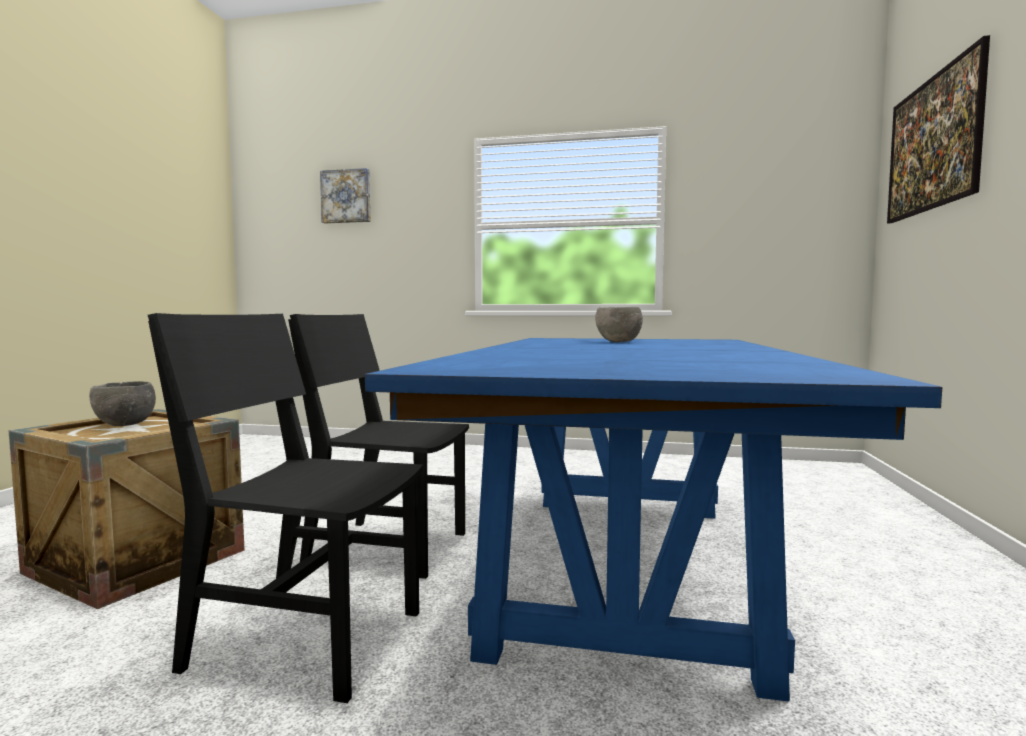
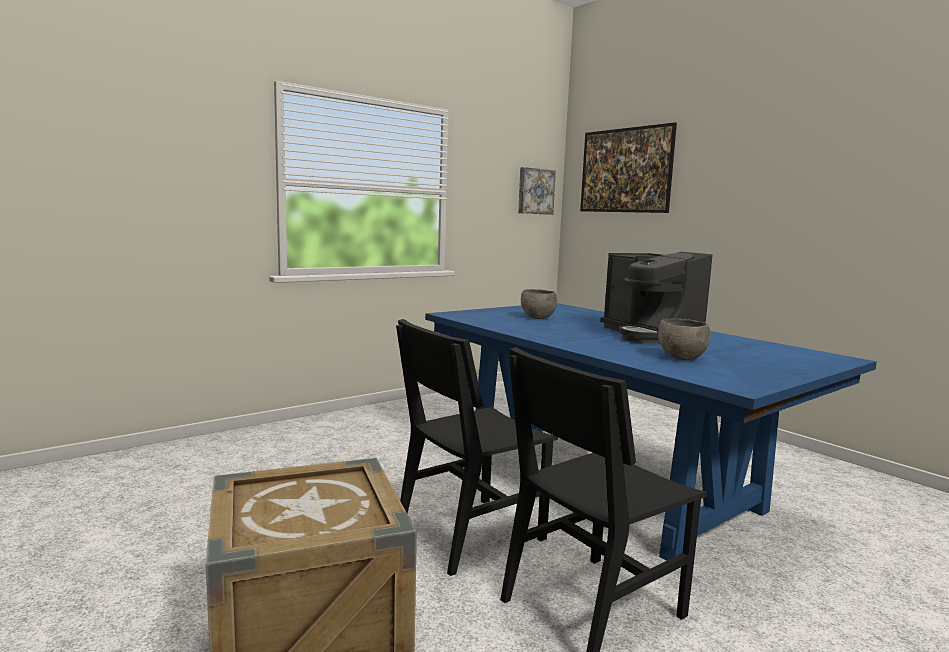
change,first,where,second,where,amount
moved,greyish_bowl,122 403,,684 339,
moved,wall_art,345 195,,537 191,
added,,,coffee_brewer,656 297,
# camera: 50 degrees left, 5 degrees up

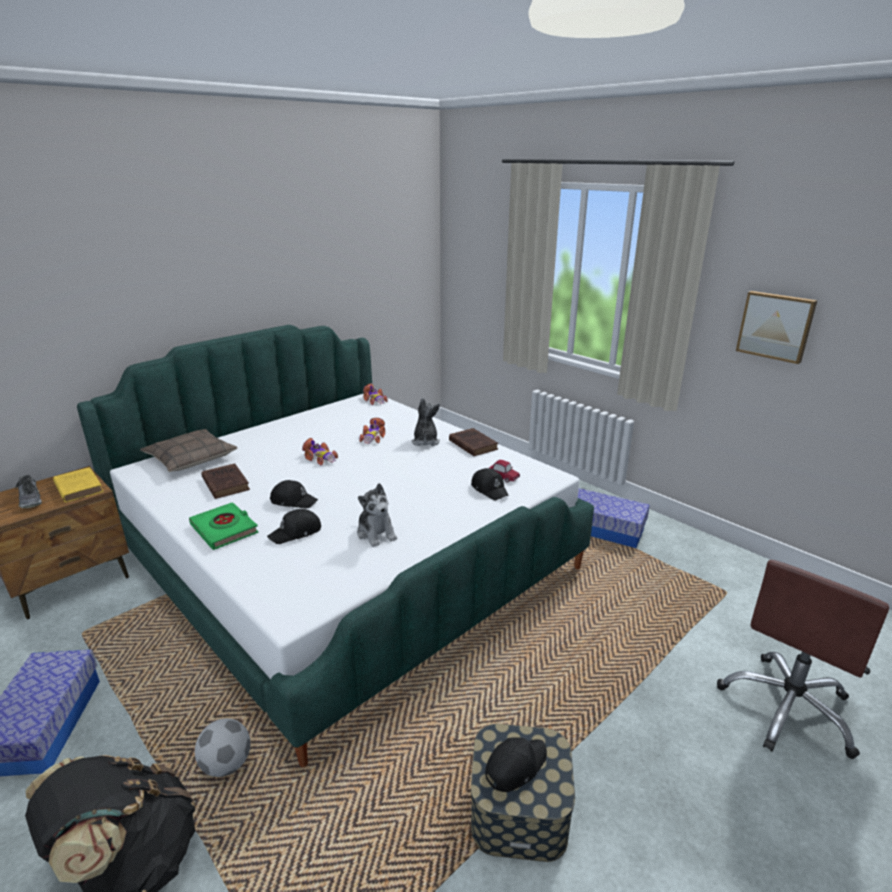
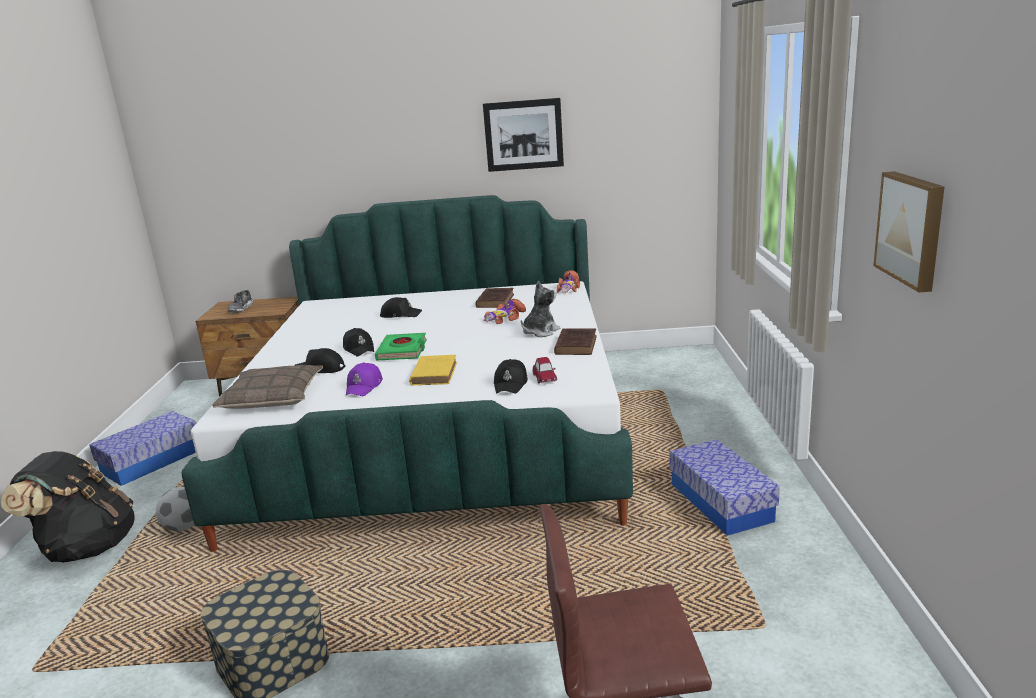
change,first,where,second,where,amount
moved,yellow-coloured_bound_book,78 485,,433 370,
moved,throw_pillow,189 450,,267 387,
moved,greenish_bound_book,224 526,,401 346,
moved,brown-coloured_bound_book,225 481,,494 298,
removed,model_car,320 451,,,
replaced,plush_toy,377 515,purplish_baseball_cap,364 379,
moved,black_baseball_cap,516 764,,401 307,
added,,,wall_art,523 135,
# camera: 45 degrees right, 5 degrees down

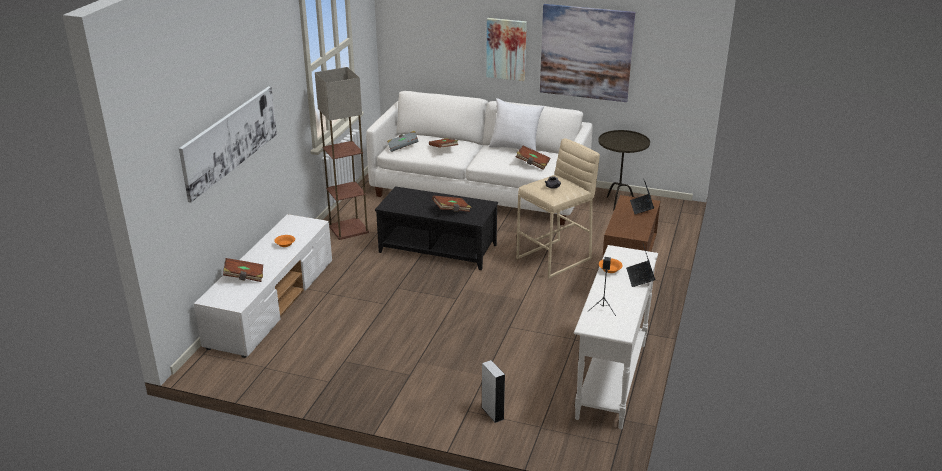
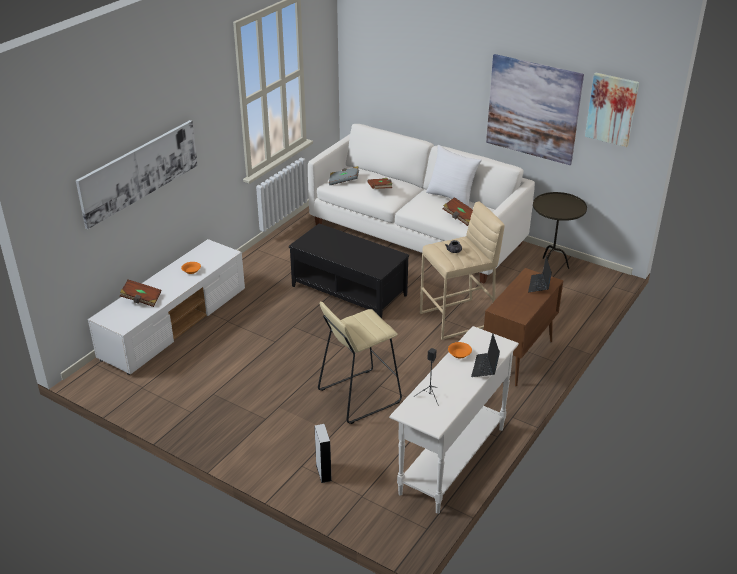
change,first,where,second,where,amount
removed,standing_lamp,342 153,,,
removed,brown-coloured_bound_book,452 204,,,
moved,wall_art,506 49,,612 109,
added,,,beige_sitting_stool,360 363,
# camera: 15 degrees right, 5 degrees up

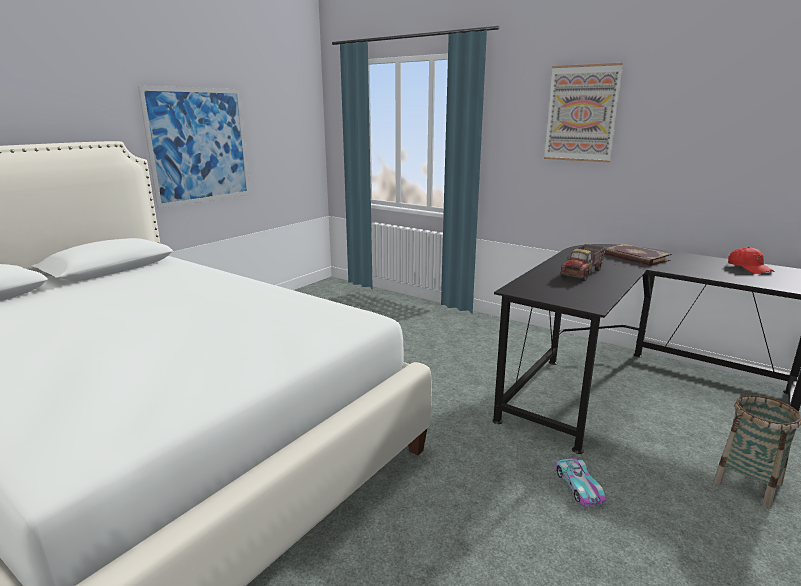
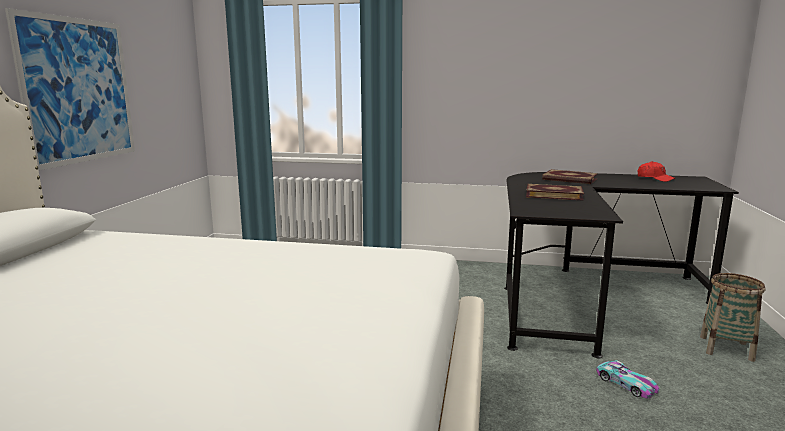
change,first,where,second,where,amount
removed,wall_art,584 112,,,
replaced,model_truck,583 262,bound_book,555 192,
# camera: 25 degrees left, 5 degrees down

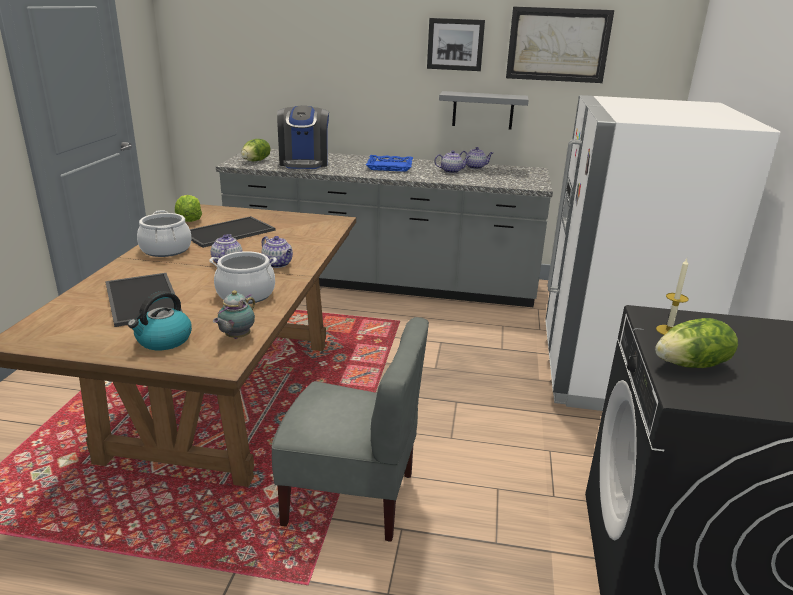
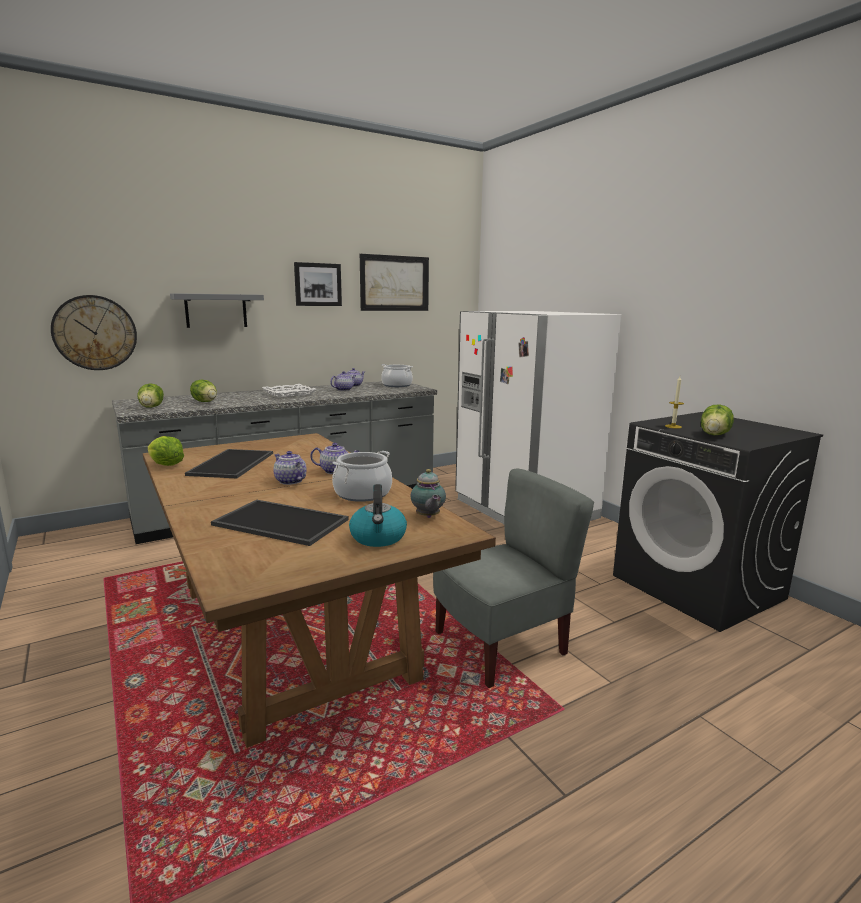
change,first,where,second,where,amount
moved,cooking_pot,164 233,,397 375,
replaced,coffee_brewer,303 137,head_of_lettuce,203 391,
recoloured,blue_carrying_tray,389 163,whitish_carrying_tray,289 391,
moved,greyish_wall_shelf,484 110,,217 310,
added,,,hanging_clock,94 332,
# camera: 40 degrees left, 10 degrees down

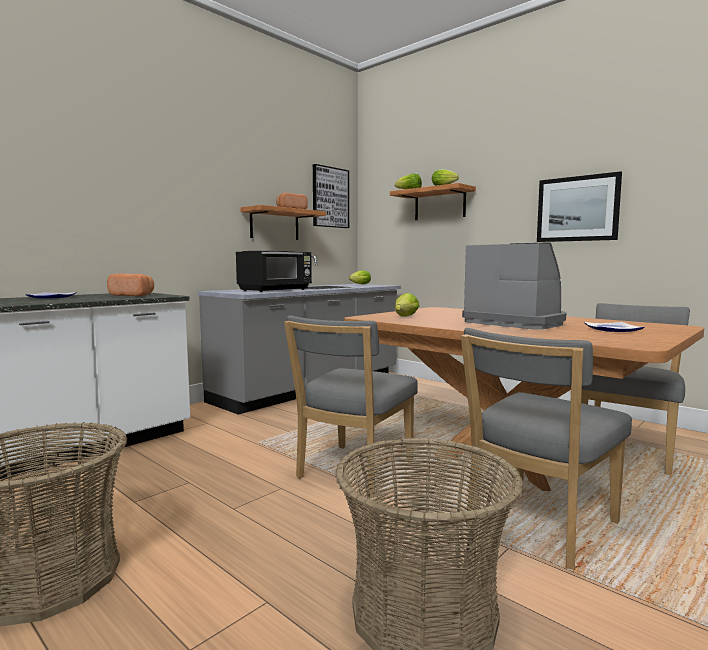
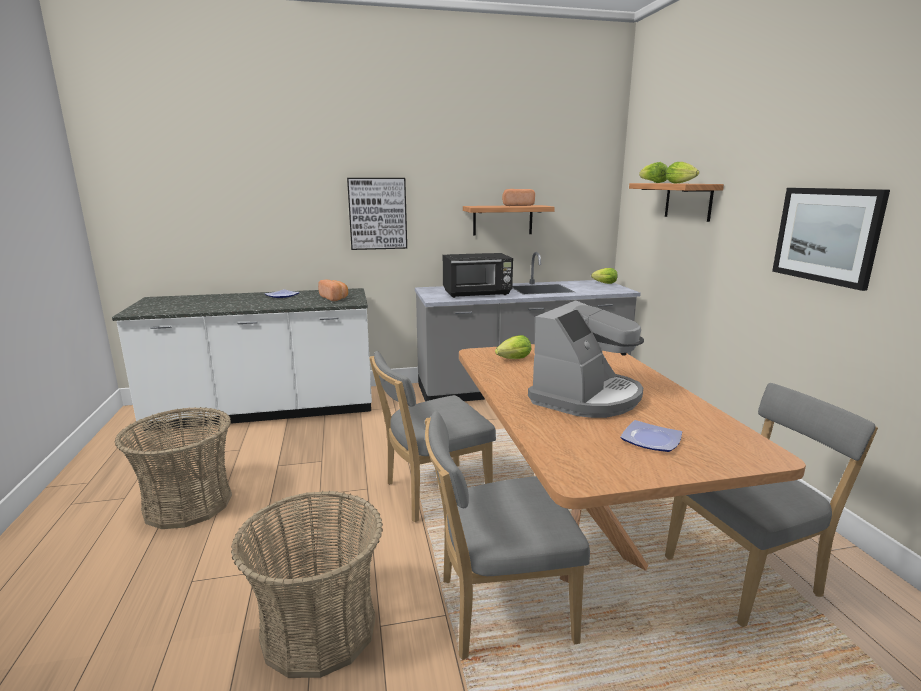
change,first,where,second,where,amount
moved,wall_art,331 196,,377 214,
turned,coffee_brewer,514 286,,586 359,45 degrees clockwise
# camera: 35 degrees right, 10 degrees up

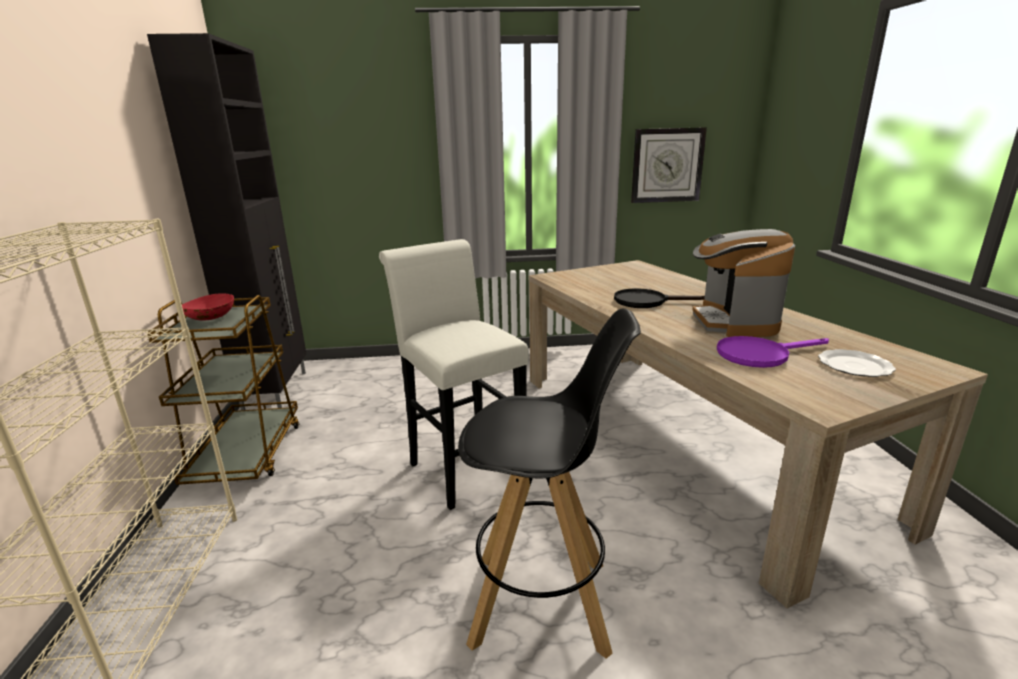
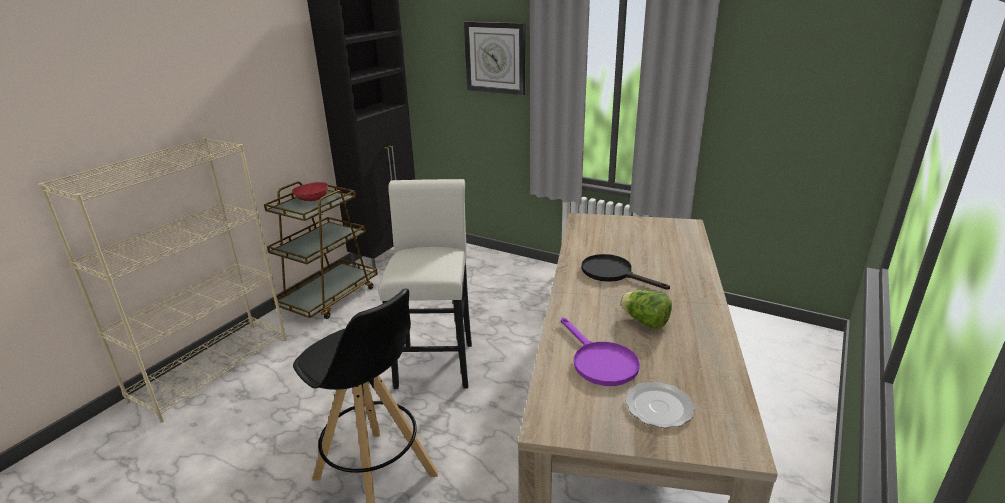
change,first,where,second,where,amount
moved,hanging_clock,669 165,,494 58,
replaced,coffee_brewer,743 283,head_of_lettuce,646 309,
turned,purplish_skillet,773 352,,600 351,135 degrees counterclockwise
# camera: 35 degrees right, 5 degrees up

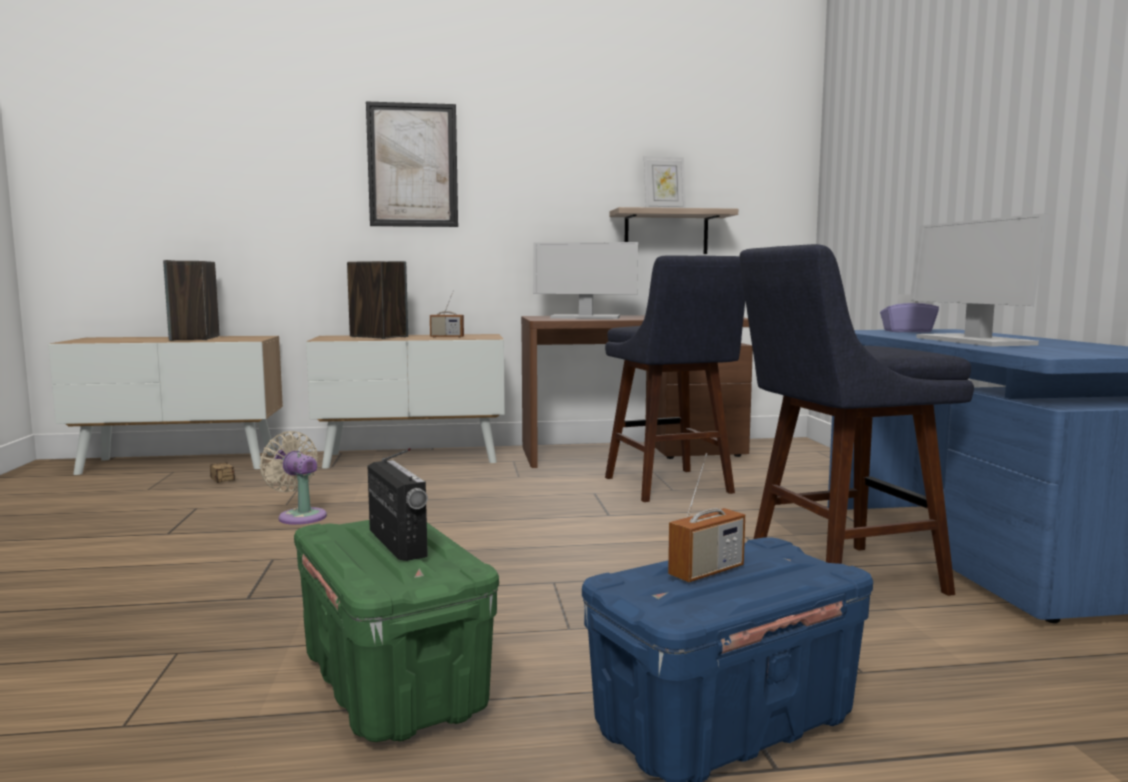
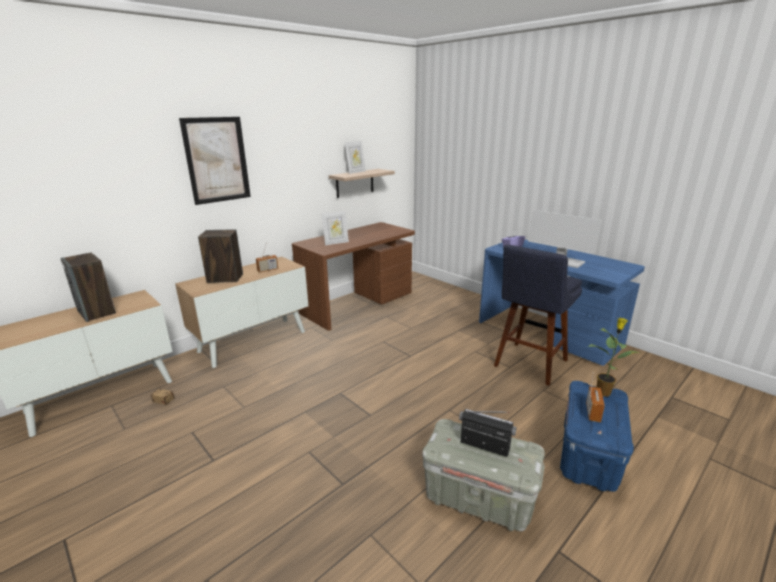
change,first,where,second,where,amount
removed,beige_fan,293 478,,,
recoloured,greenish_storage_bin,396 631,greyish_storage_bin,483 475,
replaced,computer_display,585 280,photo_frame,335 228,
removed,blue_sitting_stool,675 378,,,
added,,,houseplant,613 357,
# camera: 35 degrees left, 15 degrees up

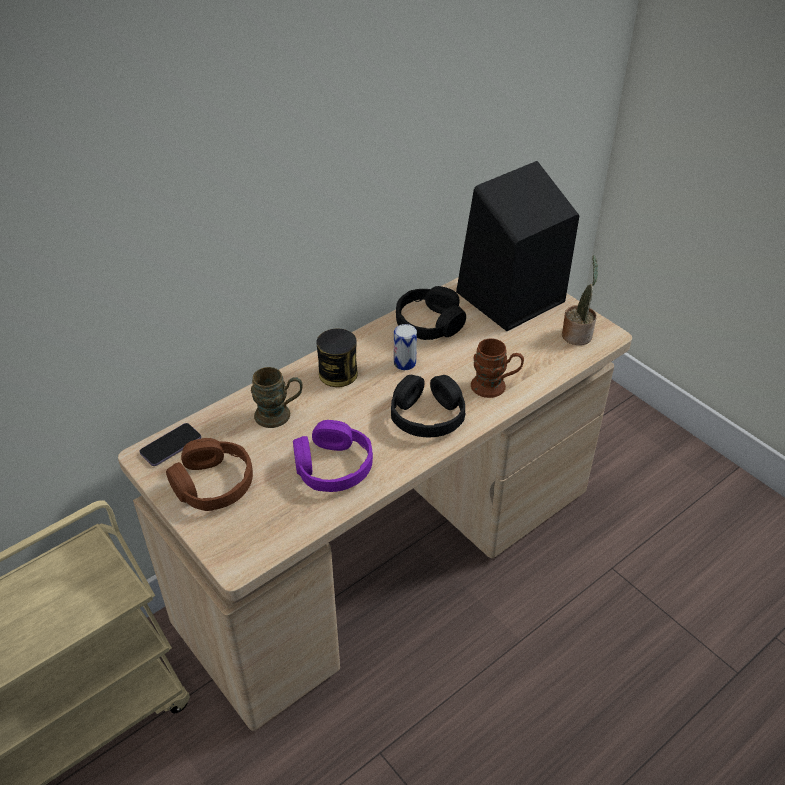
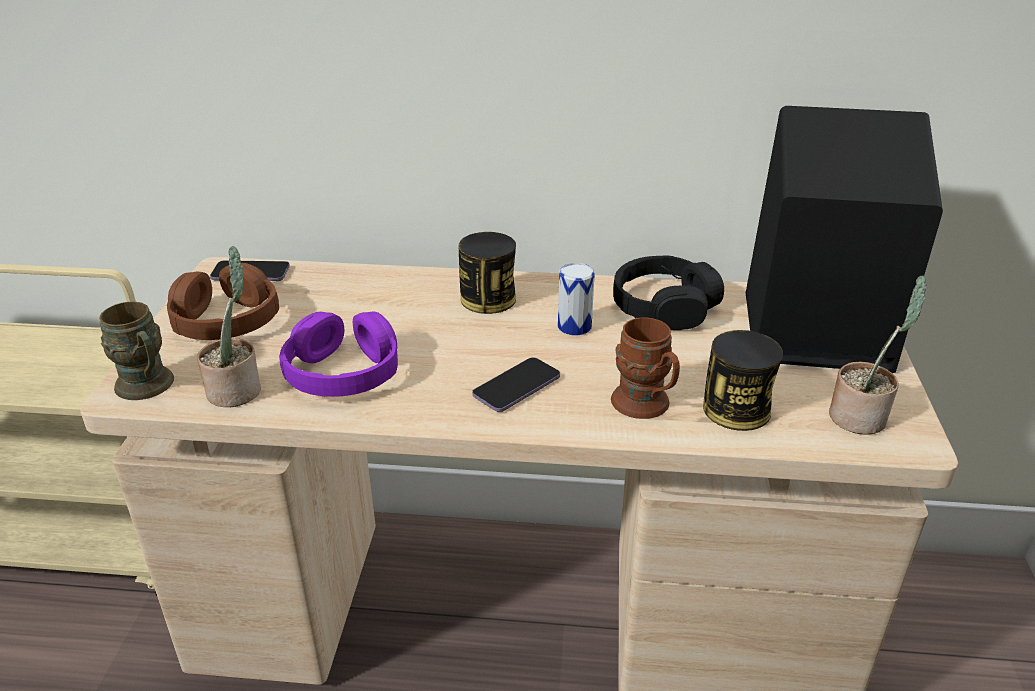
change,first,where,second,where,amount
moved,brown-coloured_mug,276 397,,136 351,
replaced,black_headset,428 406,phone,516 384,
added,,,houseplant,229 326,
added,,,sealed_can,743 380,
# camera: 45 degrees right, 10 degrees down

